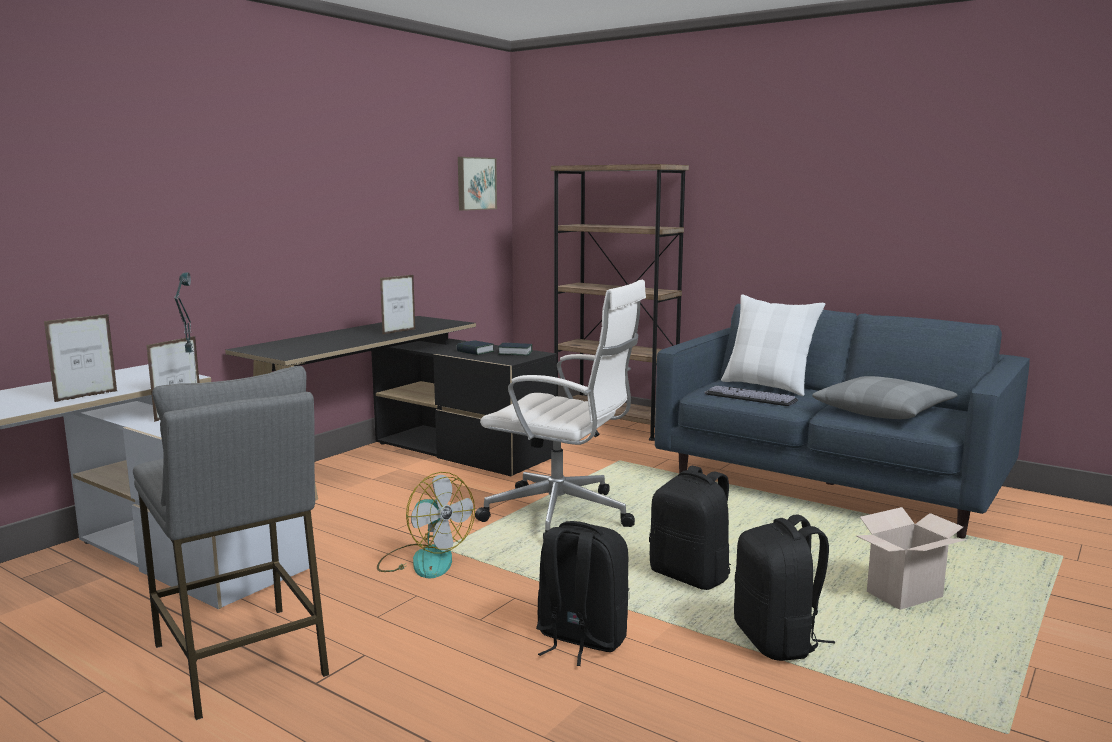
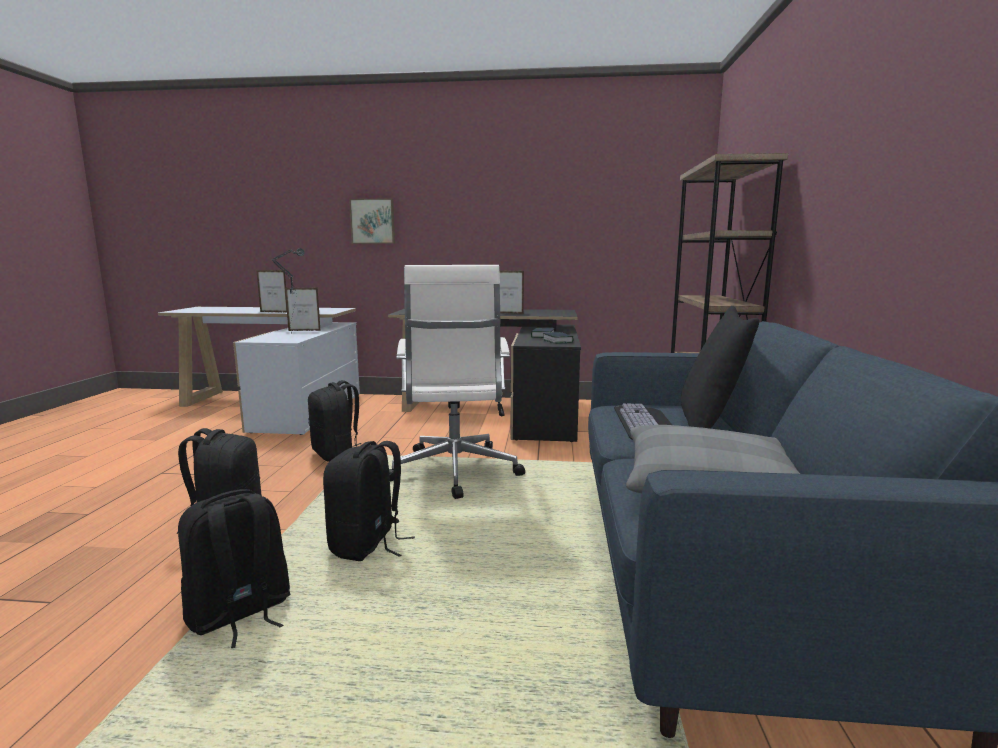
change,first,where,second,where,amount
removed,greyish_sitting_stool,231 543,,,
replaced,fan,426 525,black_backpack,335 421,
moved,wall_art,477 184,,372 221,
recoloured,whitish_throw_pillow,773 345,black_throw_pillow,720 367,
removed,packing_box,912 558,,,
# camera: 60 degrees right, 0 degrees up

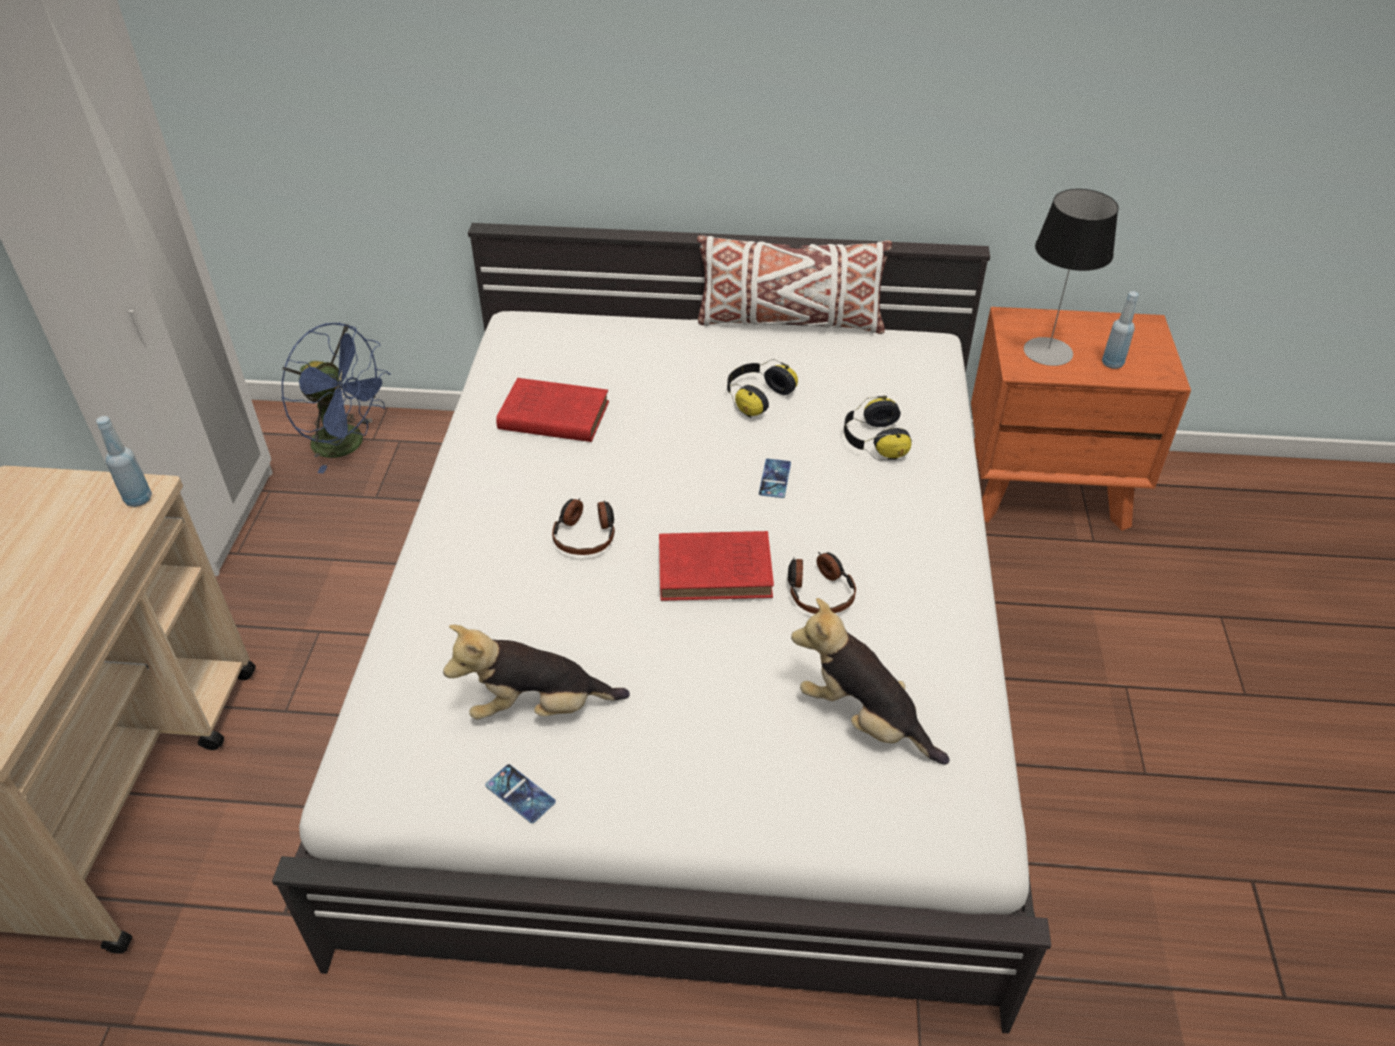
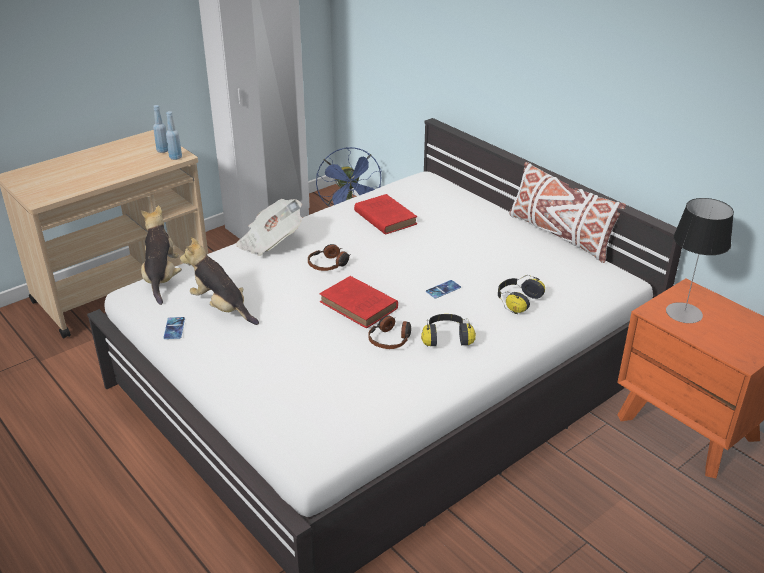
change,first,where,second,where,amount
moved,headset,762 388,,448 330,
moved,plush_toy,870 681,,161 255,
moved,blue_beverage_bottle,1120 330,,160 129,
added,,,printed_paper,269 227,
# camera: 45 degrees right, 10 degrees down

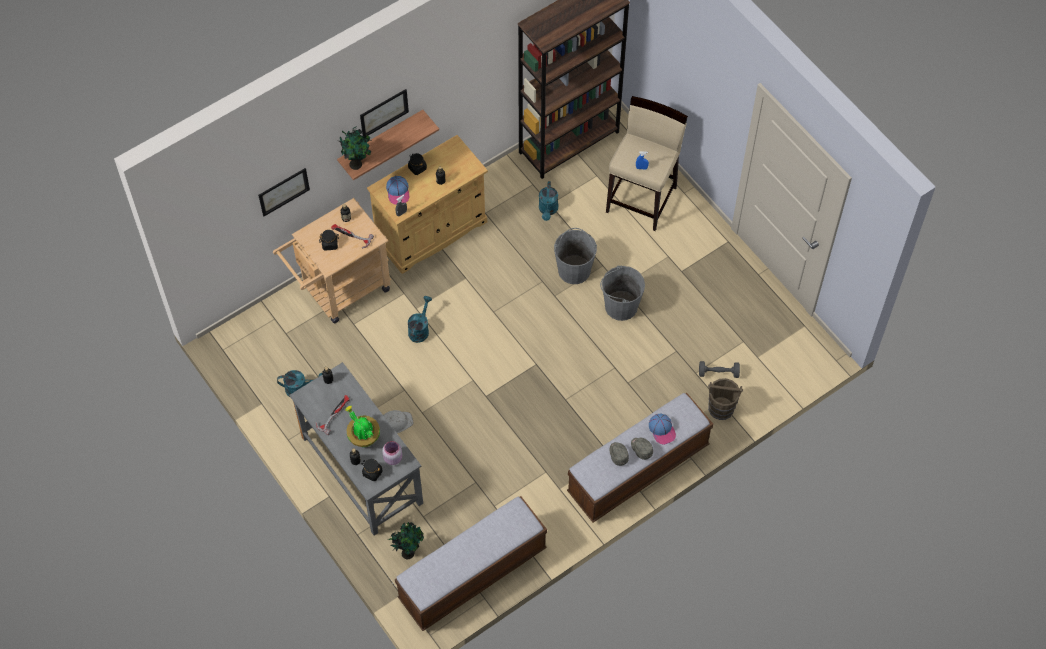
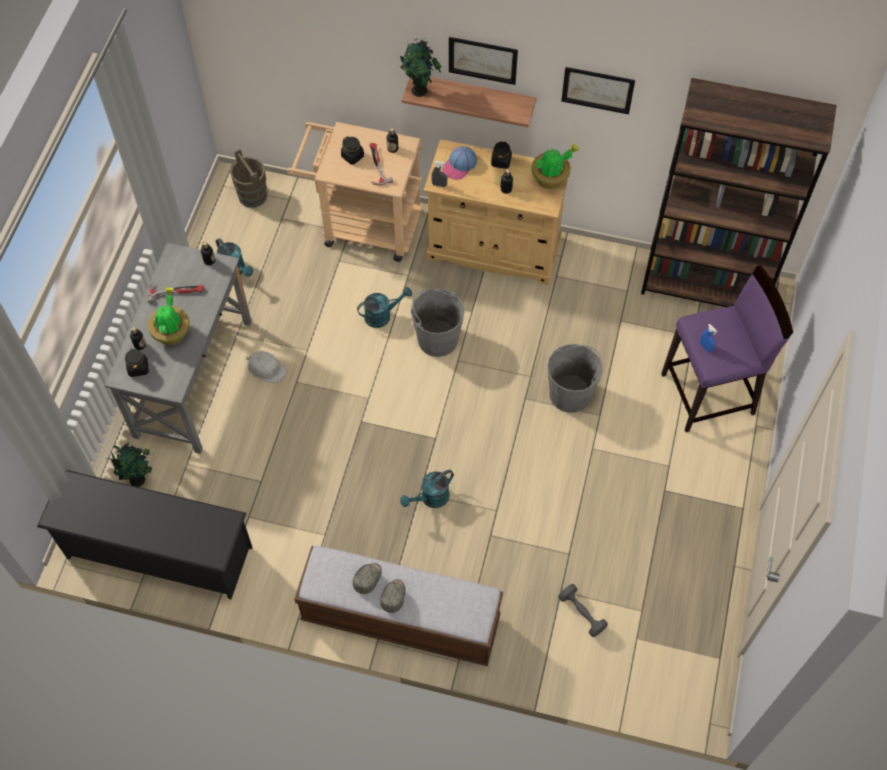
change,first,where,second,where,amount
moved,wall_art,284 192,,598 90,
removed,pink_jar,392 453,,,
replaced,long_seat,471 563,black_shoe_rack,144 534,
moved,turquoise-coloured_watering_can,548 201,,427 489,
moved,greyish_bucket,622 293,,438 323,
recoloured,beige_sitting_stool,647 163,purplish_sitting_stool,727 348,
removed,baseball_cap,662 429,,,
moved,brown-coloured_bucket,725 399,,248 178,
added,,,houseplant,555 166,
# camera: 50 degrees right, 0 degrees up

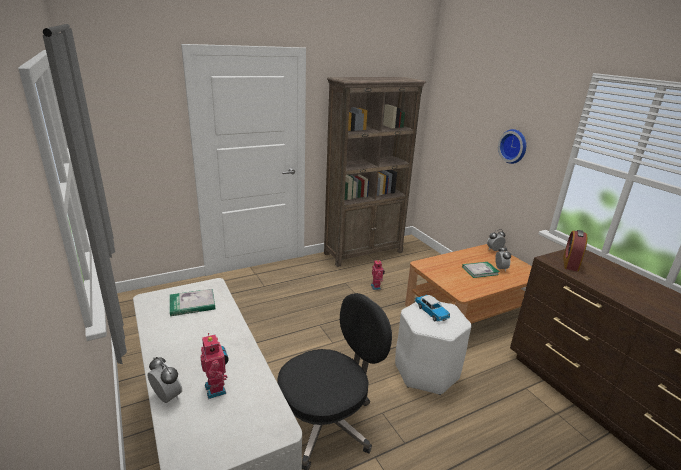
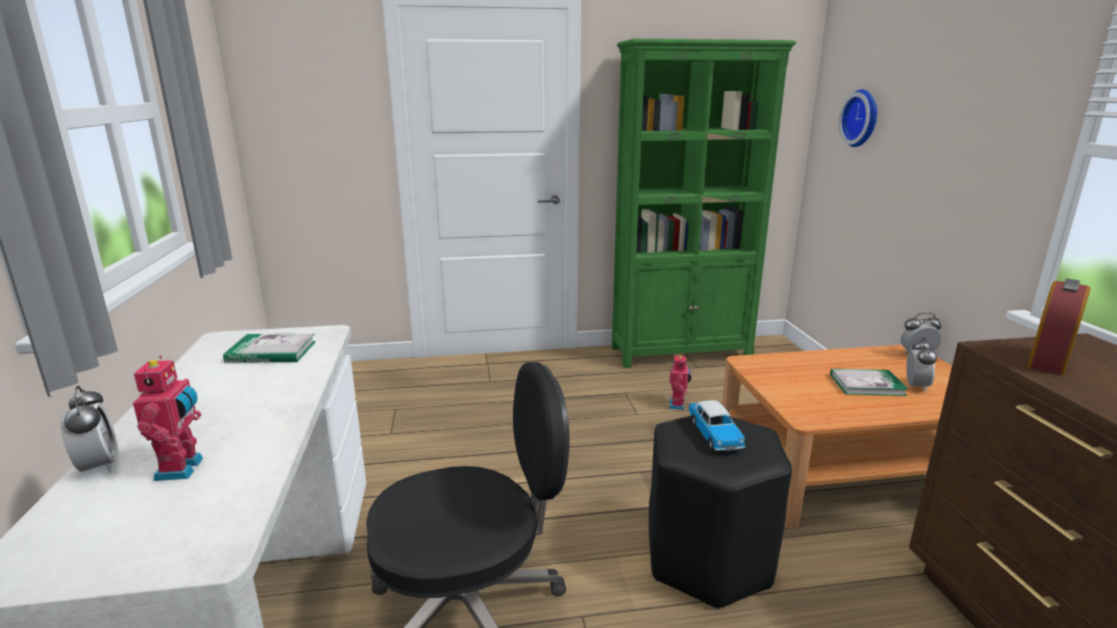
change,first,where,second,where,amount
recoloured,brown-coloured_bookshelf,375 172,greenish_bookshelf,704 203,
recoloured,whitish_sitting_stool,433 348,black_sitting_stool,720 513,
moved,hanging_clock,512 146,,858 118,
# camera: 20 degrees right, 5 degrees down

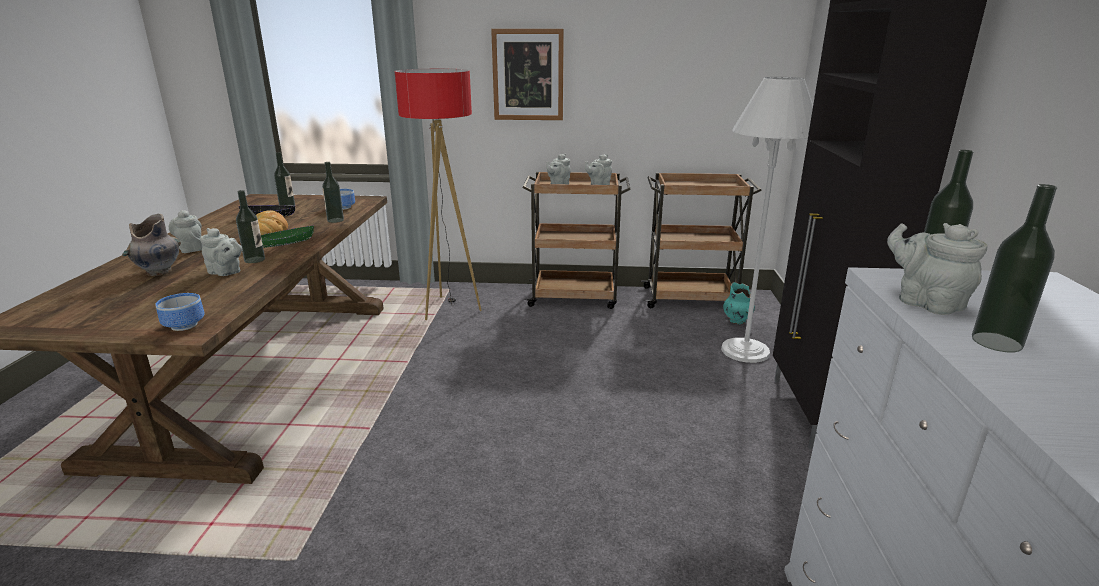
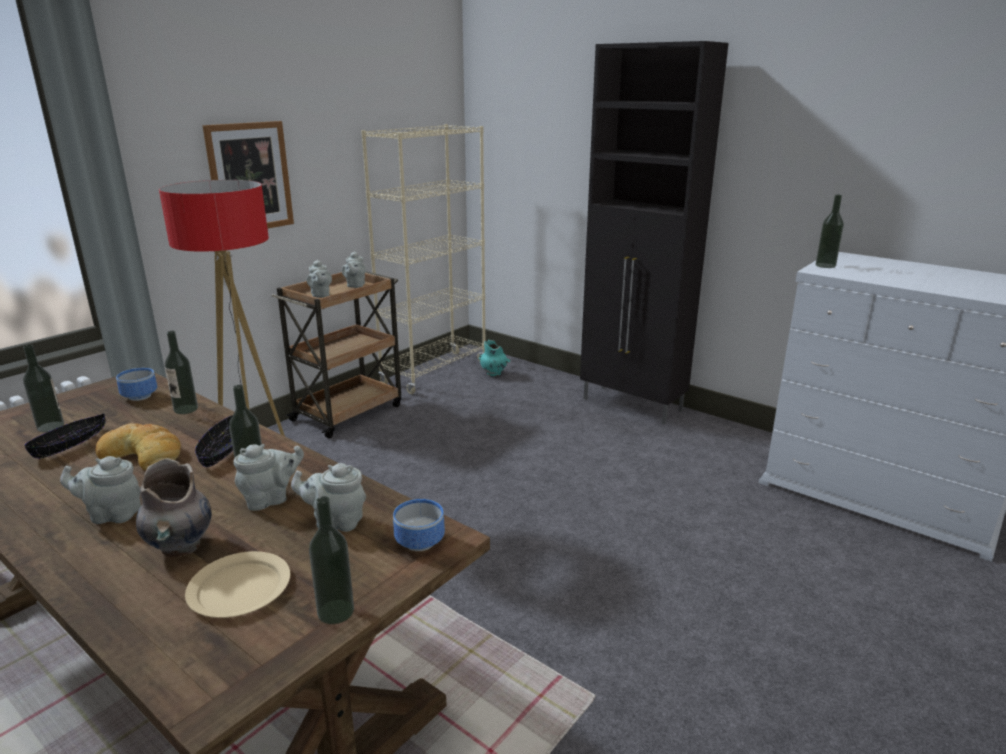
change,first,where,second,where,amount
recoloured,greenish_bowl,287 237,black_bowl,214 441,
replaced,brown-coloured_wheeled_cart,701 240,beige_bookshelf,423 259,
removed,whitish_standing_lamp,767 220,,,
moved,greyish_pot_for_tea,937 269,,328 497,
moved,beverage_bottle,1014 268,,331 560,
added,,,beige_flat_dish,238 584,
# camera: 55 degrees left, 0 degrees up

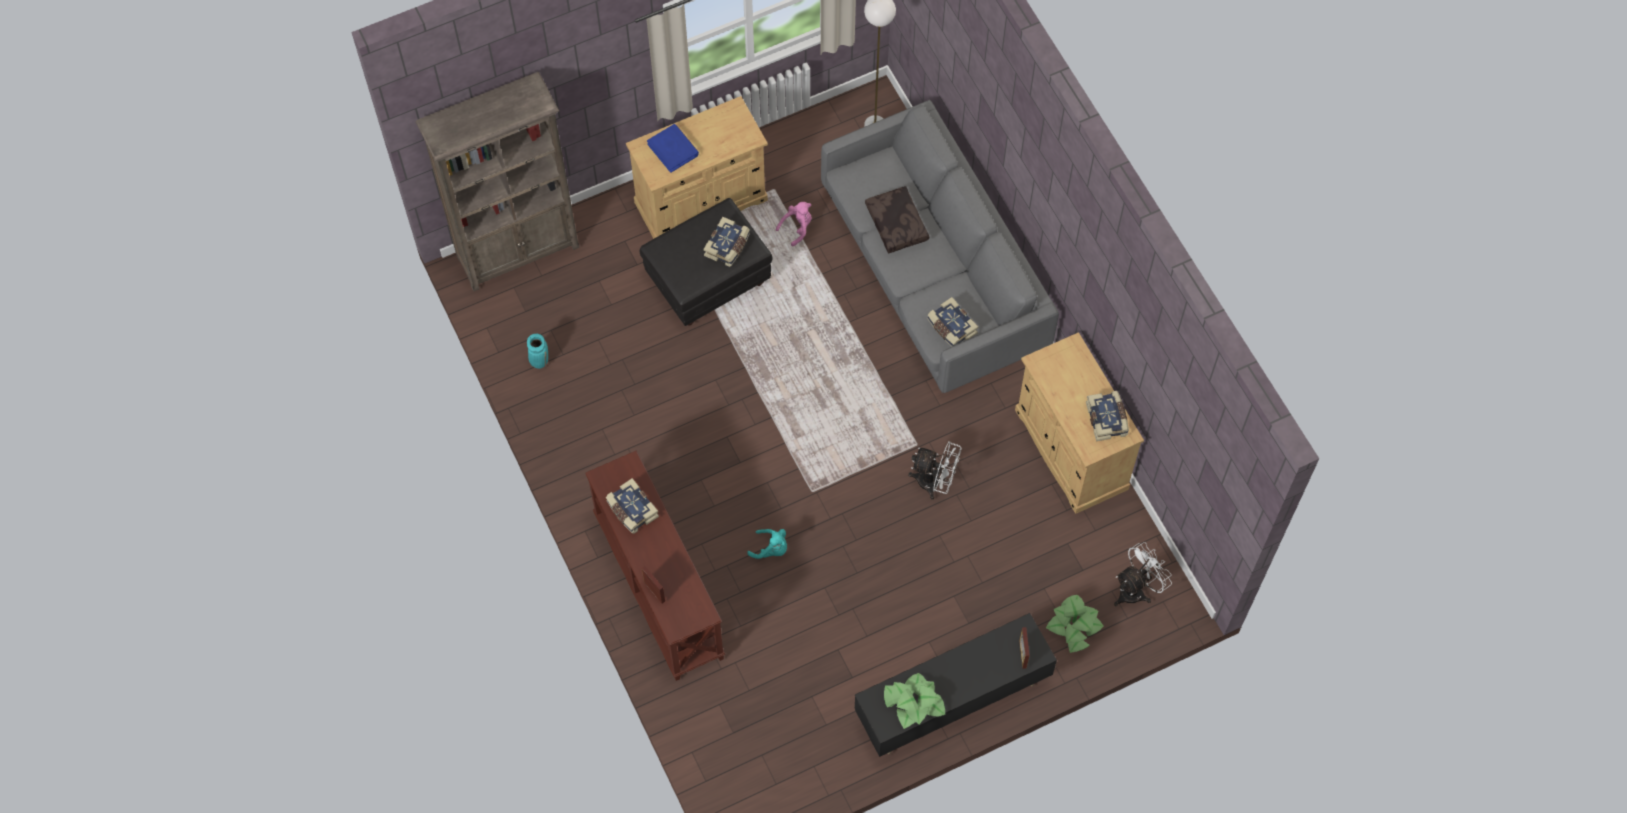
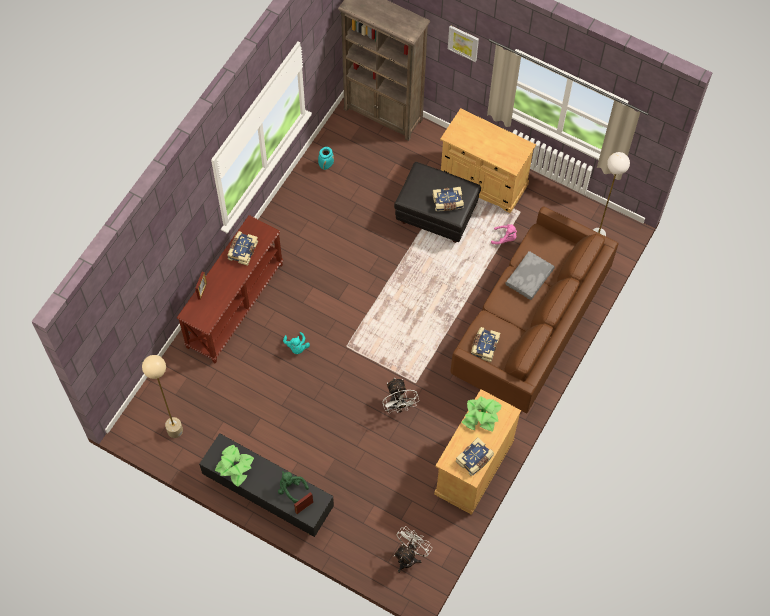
change,first,where,second,where,amount
removed,blue_bound_book,673 148,,,
recoloured,greyish_sofa,940 246,brown-coloured_sofa,535 310,
recoloured,brown-coloured_throw_pillow,897 219,greyish_throw_pillow,530 275,
moved,houseplant,1075 624,,482 414,
turned,whitish_fan,1143 574,,413 549,75 degrees counterclockwise
added,,,beige_standing_lamp,162 396,
added,,,greenish_plush_toy,293 487,
added,,,wall_art,463 43,
# camera: 55 degrees right, 0 degrees up

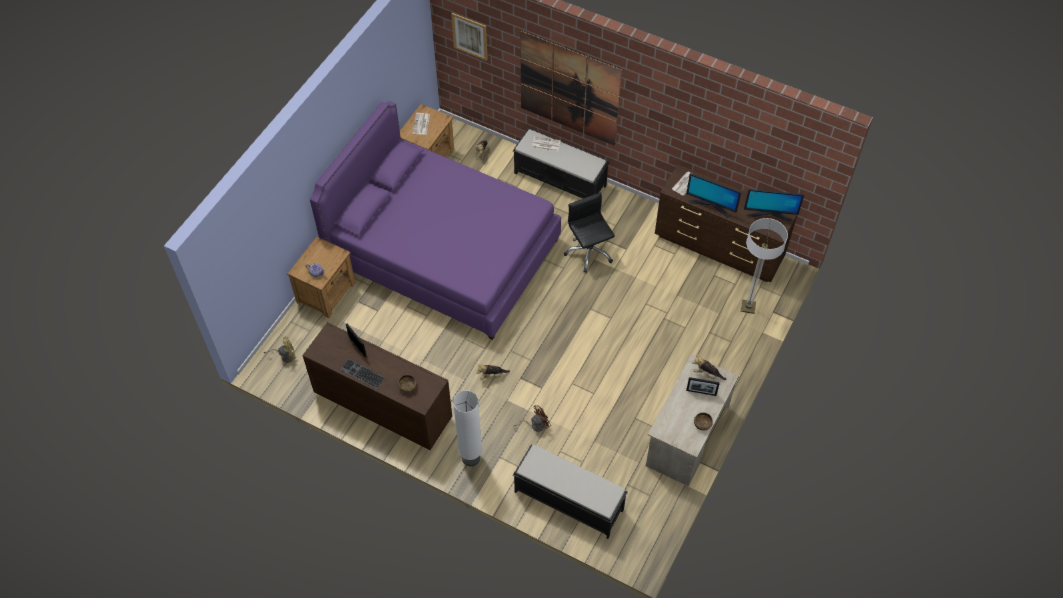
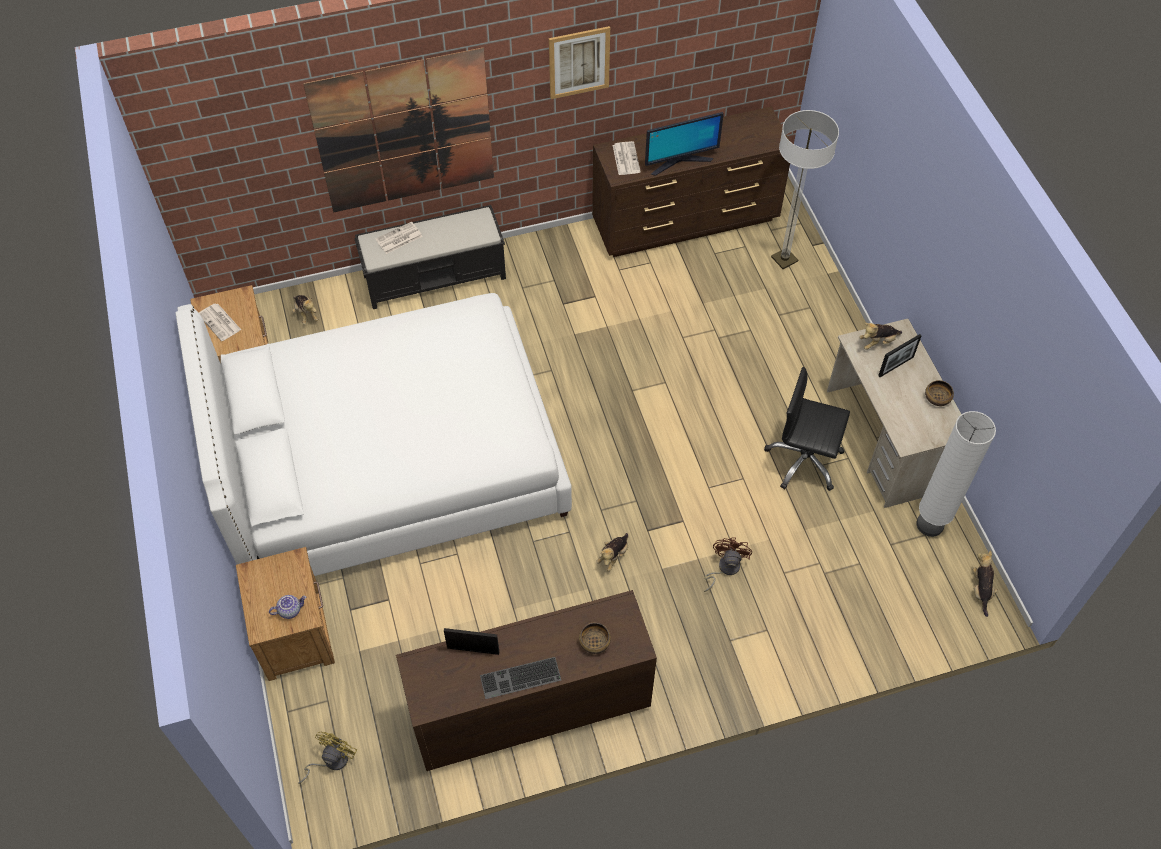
change,first,where,second,where,amount
recoloured,purplish_sleeping_bed,435 220,whitish_sleeping_bed,373 434,
moved,wall_art,469 37,,579 62,
moved,whitish_standing_lamp,467 428,,956 474,
removed,black_long_seat,570 492,,,
moved,black_desk_chair,589 232,,807 429,
removed,computer_display,774 205,,,
added,,,plush_toy,985 584,
# camera: 45 degrees left, 0 degrees up

